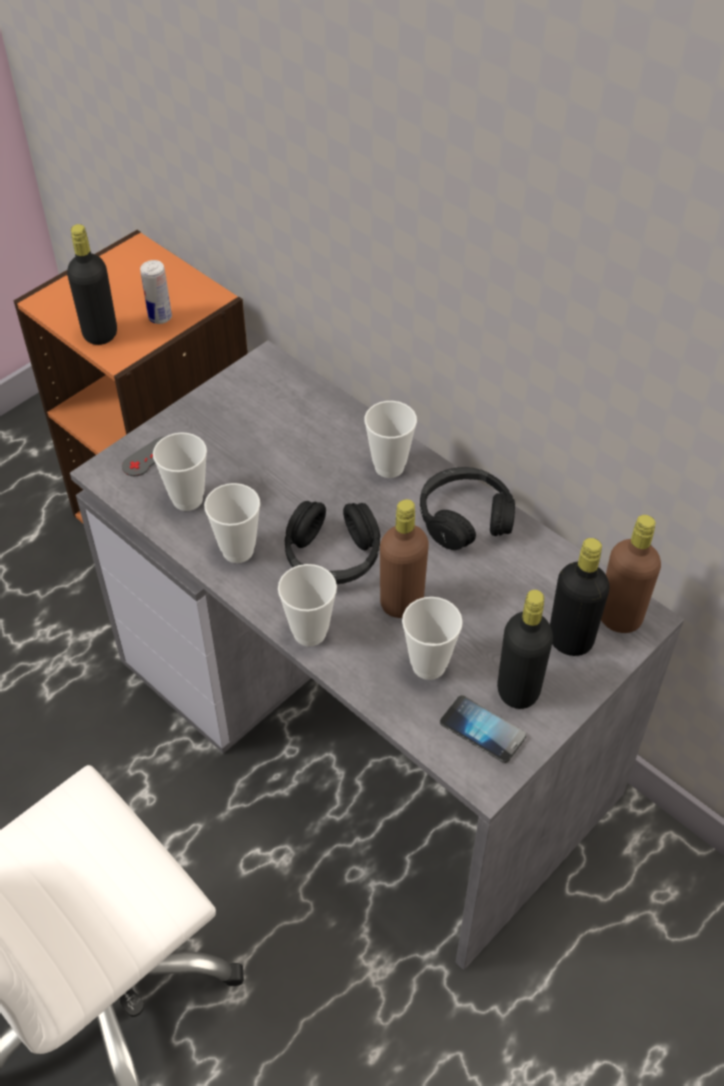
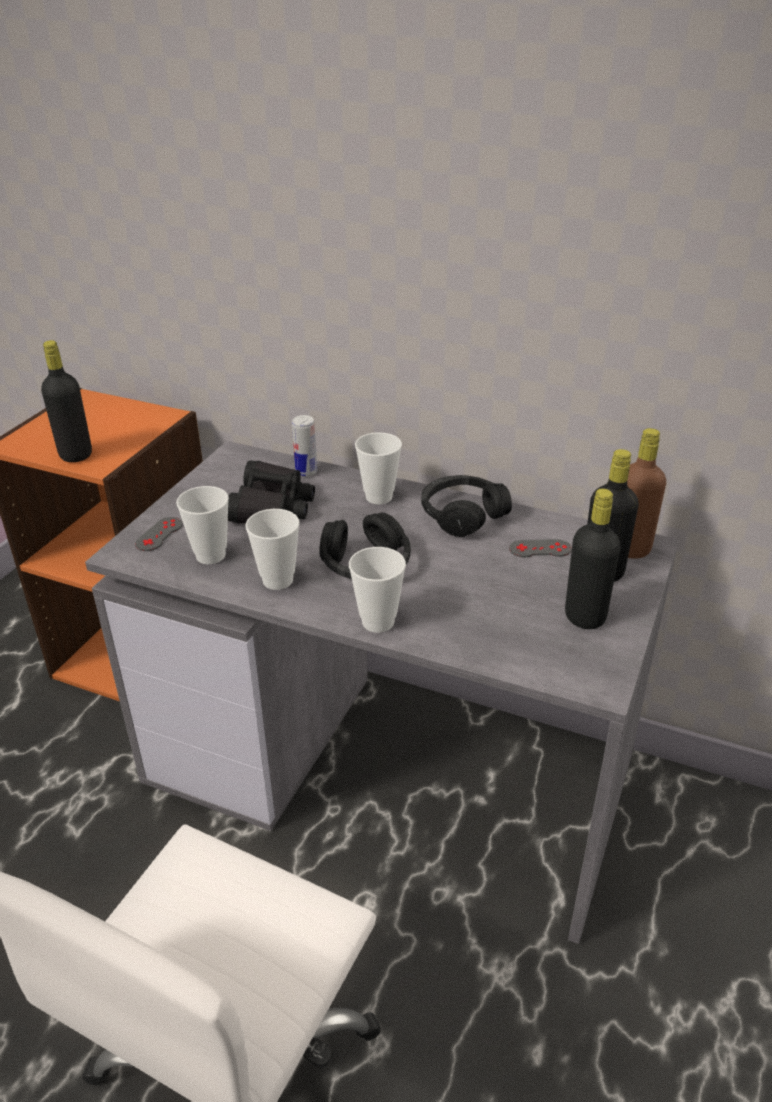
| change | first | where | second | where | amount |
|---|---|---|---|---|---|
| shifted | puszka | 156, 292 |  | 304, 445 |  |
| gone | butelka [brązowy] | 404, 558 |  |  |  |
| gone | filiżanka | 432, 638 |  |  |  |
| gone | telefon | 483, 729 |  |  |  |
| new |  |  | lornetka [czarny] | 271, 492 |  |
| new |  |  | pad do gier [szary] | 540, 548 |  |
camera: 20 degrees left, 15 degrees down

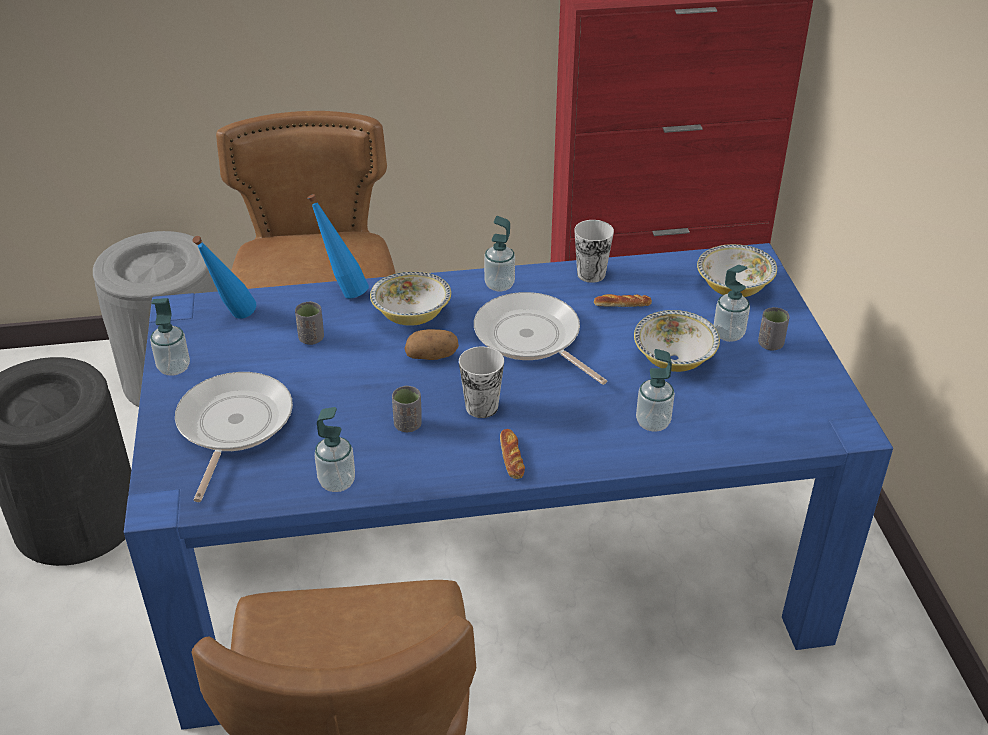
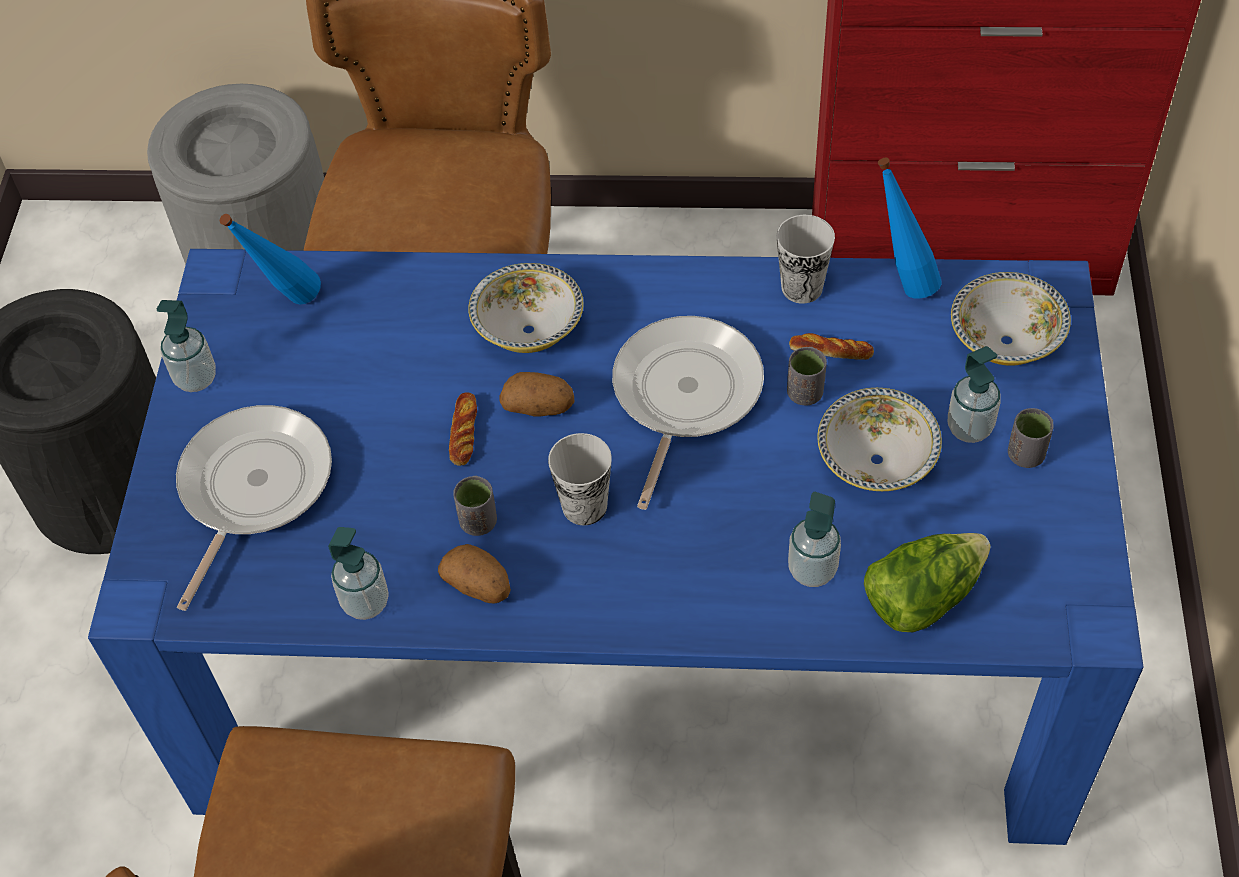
| change | first | where | second | where | amount |
|---|---|---|---|---|---|
| shifted | butelka [niebieski] | 338, 246 |  | 909, 228 |  |
| gone | dozownik mydła | 499, 253 |  |  |  |
| rotated | patelnia | 540, 338 |  | 688, 413 | 45 degrees clockwise |
| shifted | filiżanka [szary] | 309, 323 |  | 807, 376 |  |
| shifted | chleb | 512, 454 |  | 463, 429 |  |
| new |  |  | sałata | 927, 582 |  |
| new |  |  | ziemniak | 474, 574 |  |
camera: 15 degrees right, 15 degrees up

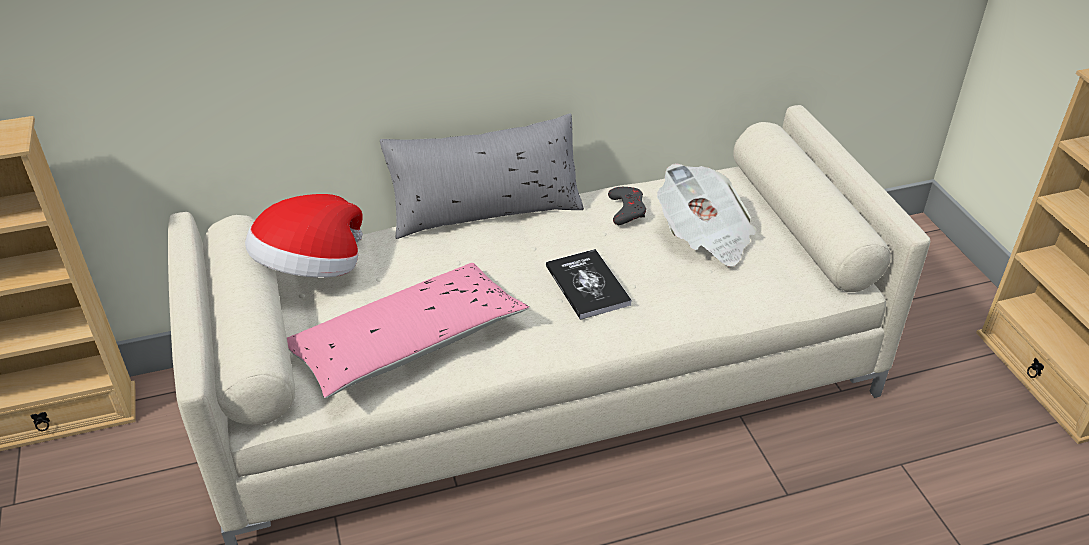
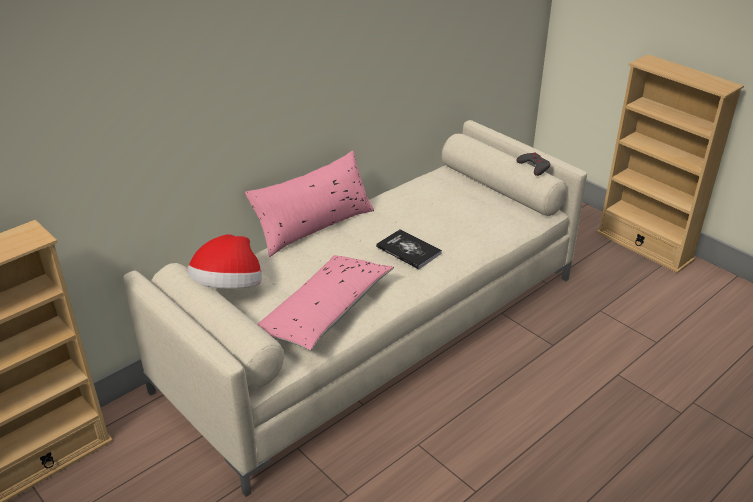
| change | first | where | second | where | amount |
|---|---|---|---|---|---|
| repainted | poduszka [szary] | 482, 176 | poduszka [różowy] | 309, 204 |  |
| gone | gazeta | 707, 214 |  |  |  |
| shifted | pad do gier [szary] | 627, 206 |  | 533, 164 |  |
camera: 25 degrees left, 5 degrees down

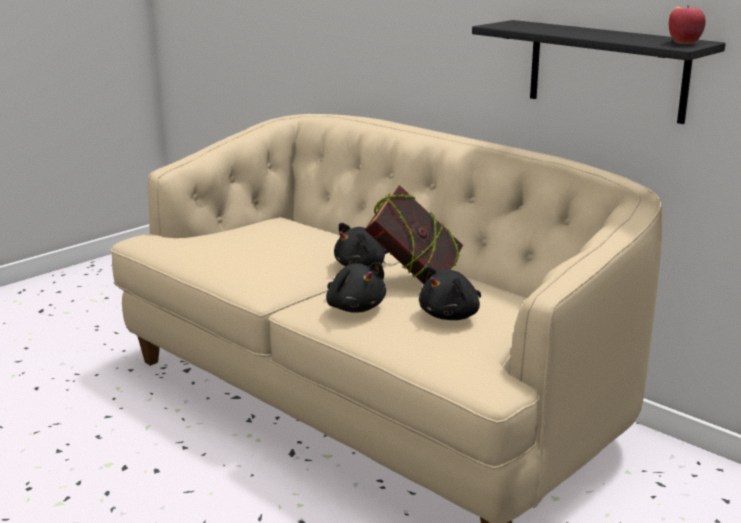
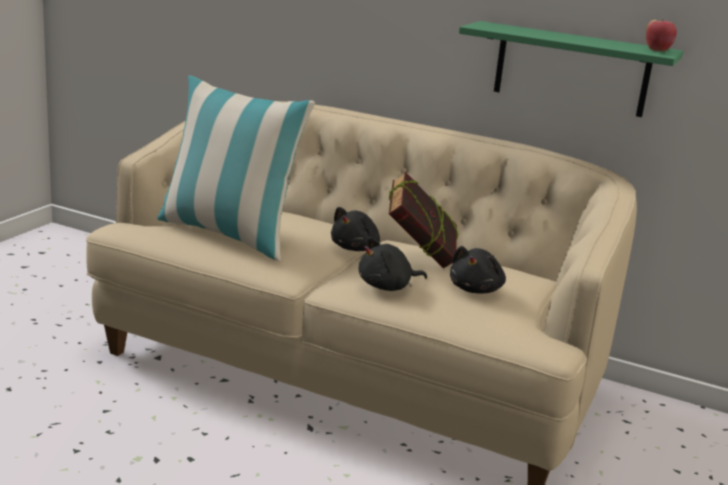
| change | first | where | second | where | amount |
|---|---|---|---|---|---|
| repainted | półka [czarny] | 599, 72 | półka [zielony] | 571, 69 |  |
| rotated | pluszak [czarny] | 356, 287 |  | 393, 264 | 120 degrees clockwise |
| new |  |  | poduszka | 236, 167 |  |
camera: 20 degrees left, 0 degrees up

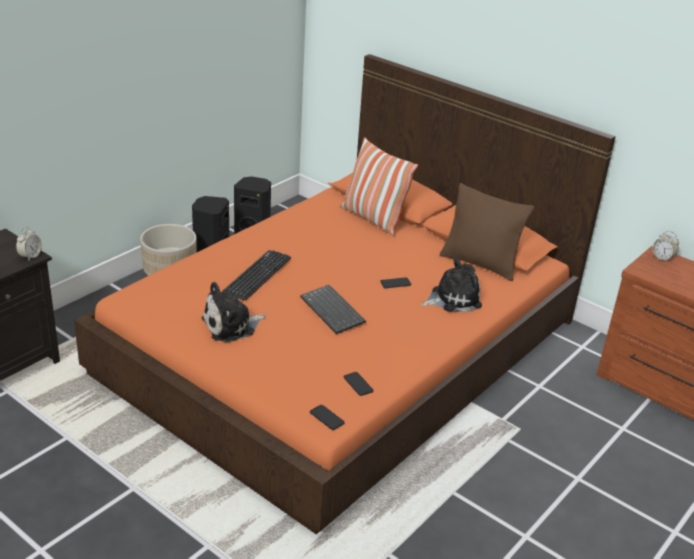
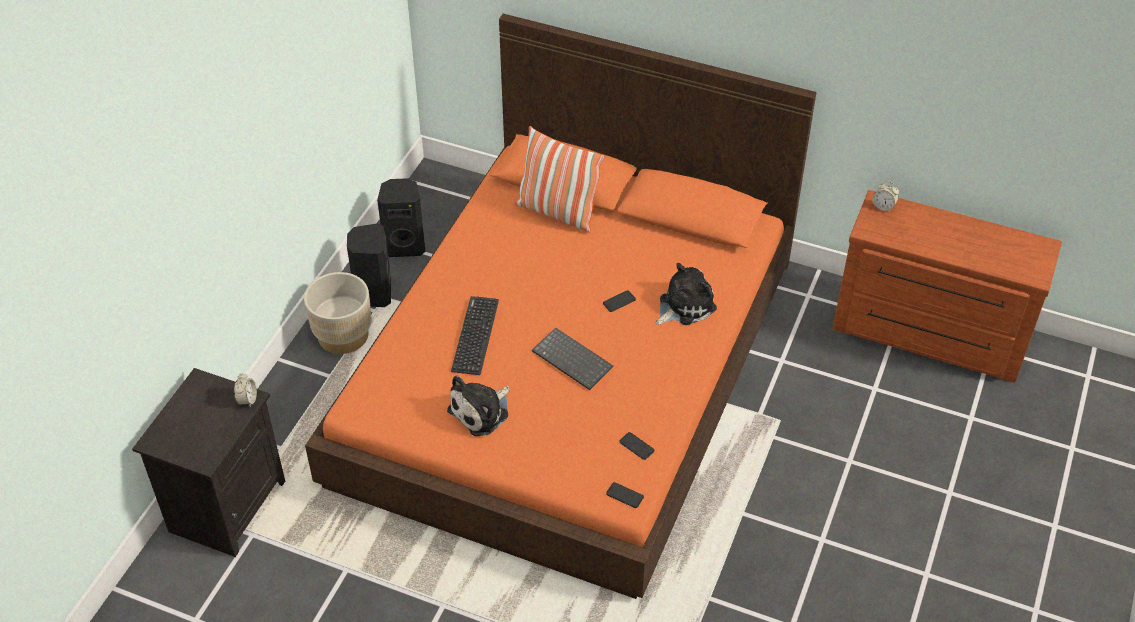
| change | first | where | second | where | amount |
|---|---|---|---|---|---|
| gone | poduszka [brązowy] | 487, 232 |  |  |  |
camera: 15 degrees left, 15 degrees up

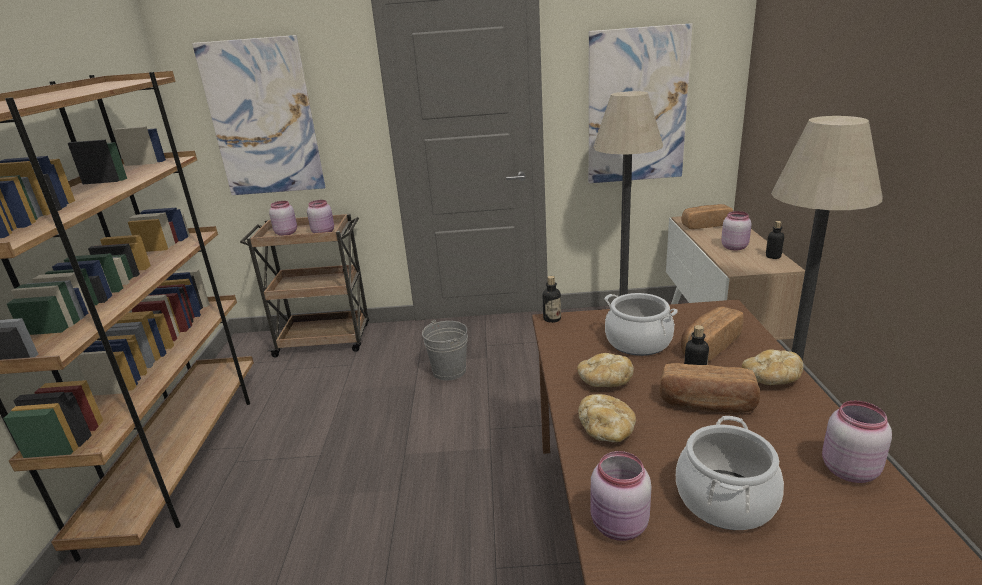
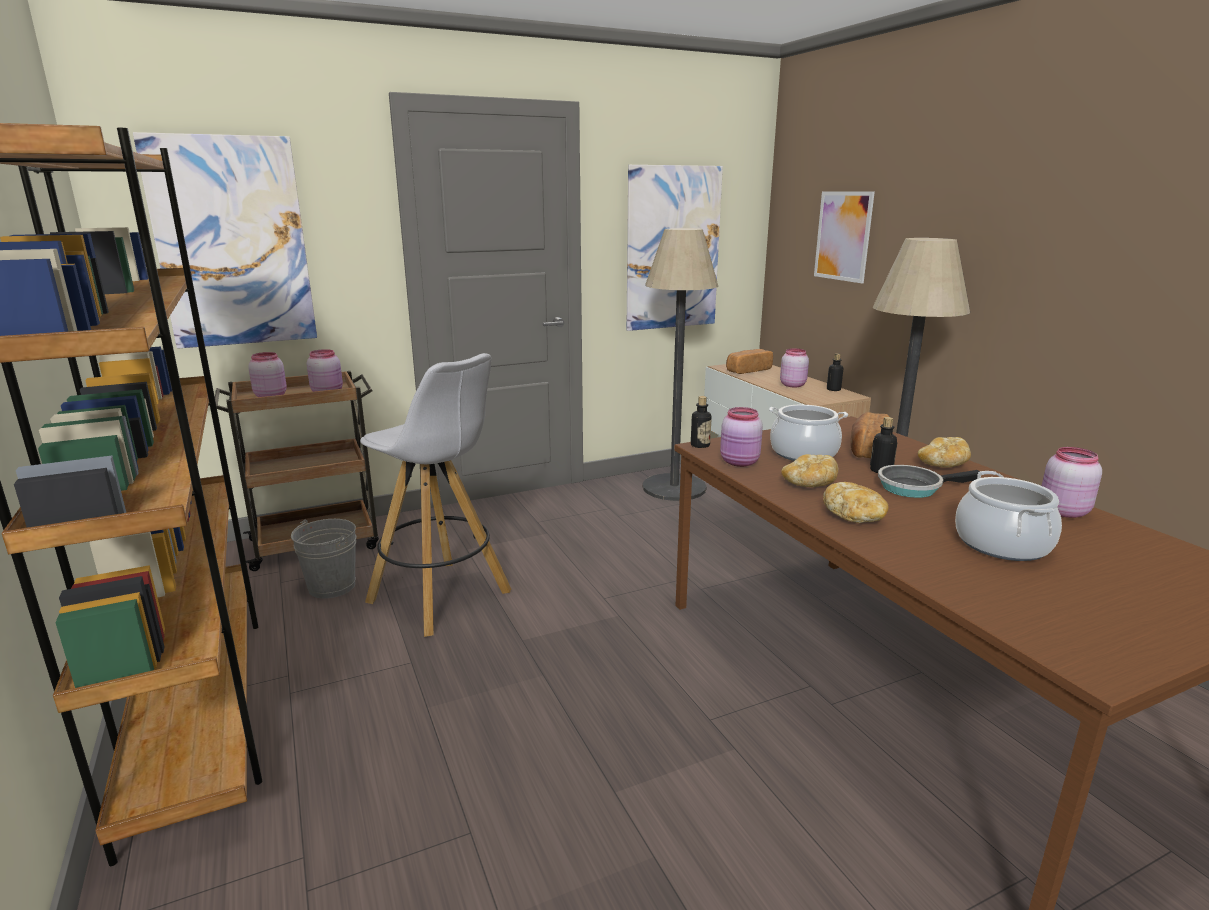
| change | first | where | second | where | amount |
|---|---|---|---|---|---|
| shifted | wiadro [szary] | 445, 350 |  | 323, 559 |  |
| swapped | chleb | 710, 388 | patelnia | 929, 481 |  |
| shifted | słoik [różowy] | 621, 496 |  | 741, 437 |  |
| new |  |  | obraz | 844, 237 |  |
| new |  |  | stołek [biały] | 435, 495 |  |
camera: 25 degrees left, 5 degrees down

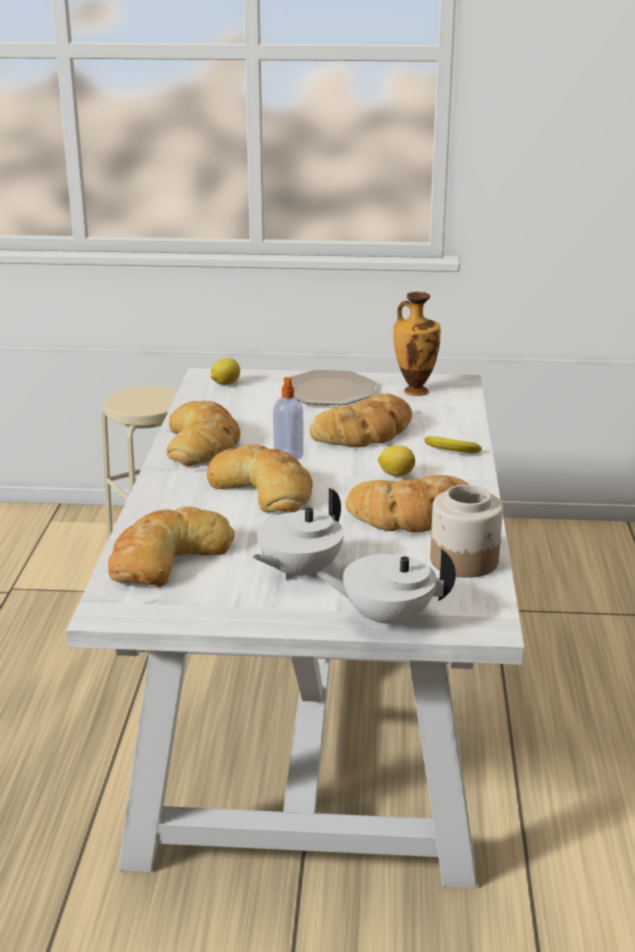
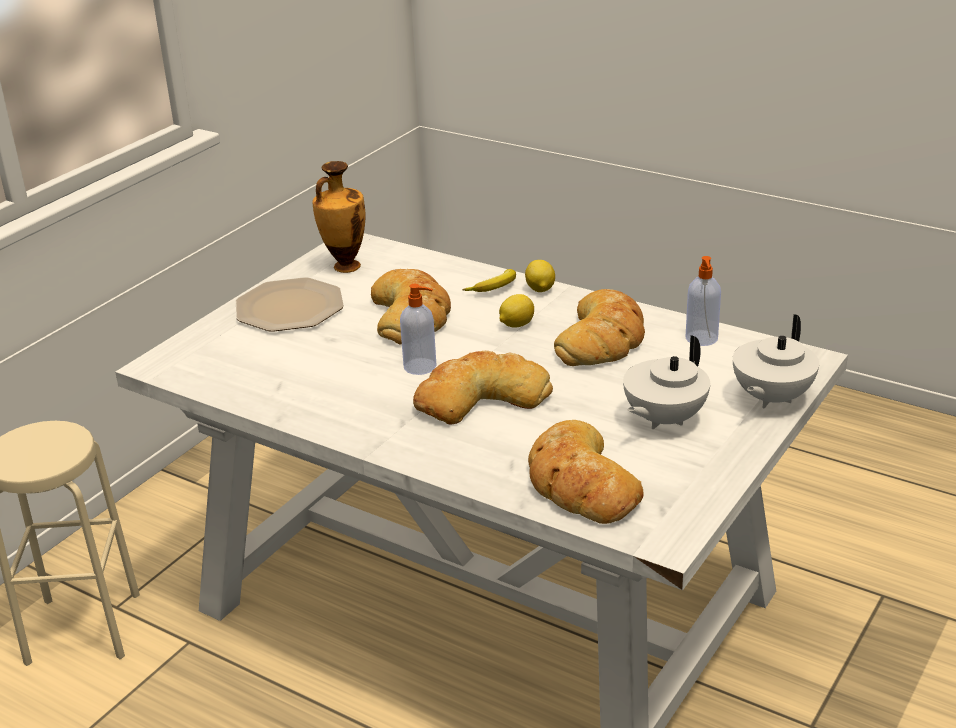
| change | first | where | second | where | amount |
|---|---|---|---|---|---|
| shifted | cytryna | 225, 371 |  | 540, 276 |  |
| gone | chleb | 203, 433 |  |  |  |
| swapped | słoik | 466, 531 | dozownik mydła | 703, 301 |  |
| rotated | imbryk [biały] | 298, 534 |  | 666, 382 | 60 degrees clockwise |
camera: 60 degrees left, 5 degrees up

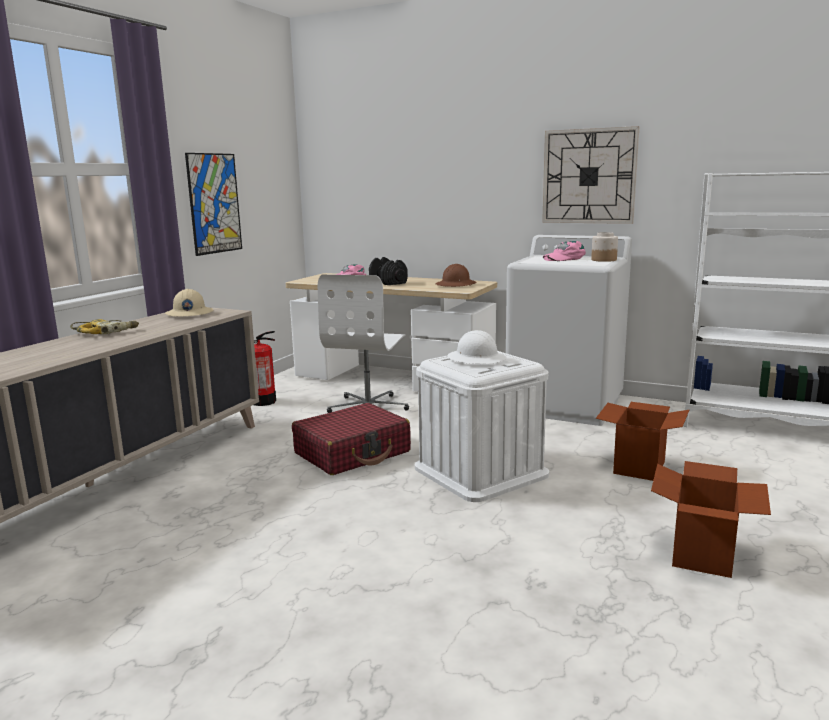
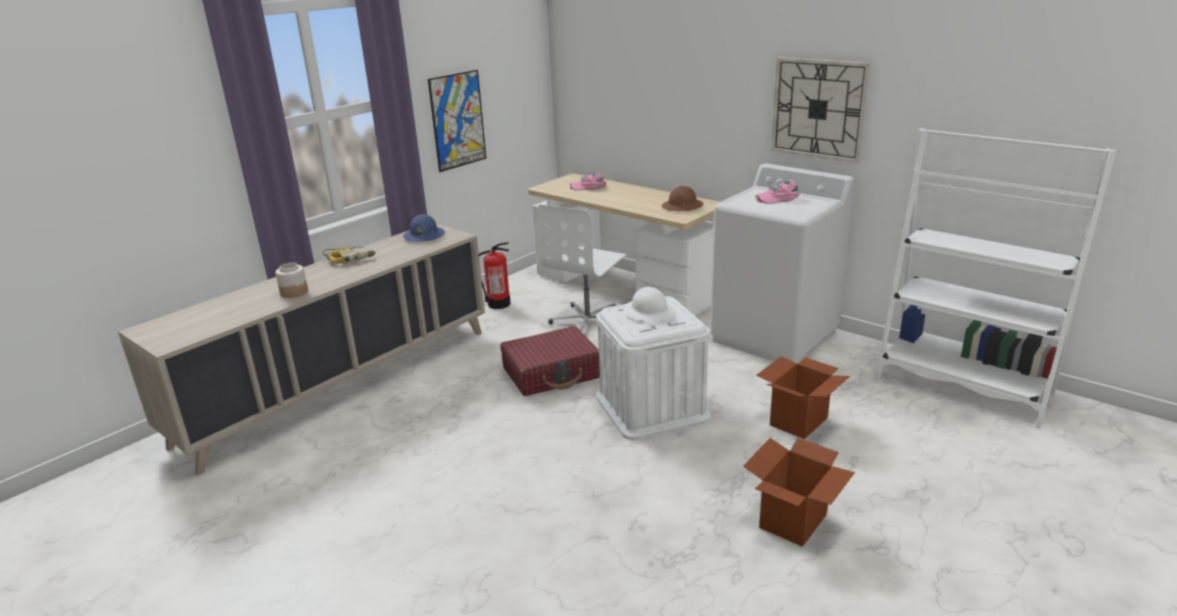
| change | first | where | second | where | amount |
|---|---|---|---|---|---|
| shifted | słoik | 604, 247 |  | 291, 280 |  |
| gone | hantel [czarny] | 388, 271 |  |  |  |
| repainted | kask [beżowy] | 189, 303 | kask [niebieski] | 424, 228 |  |
camera: 15 degrees right, 10 degrees up

